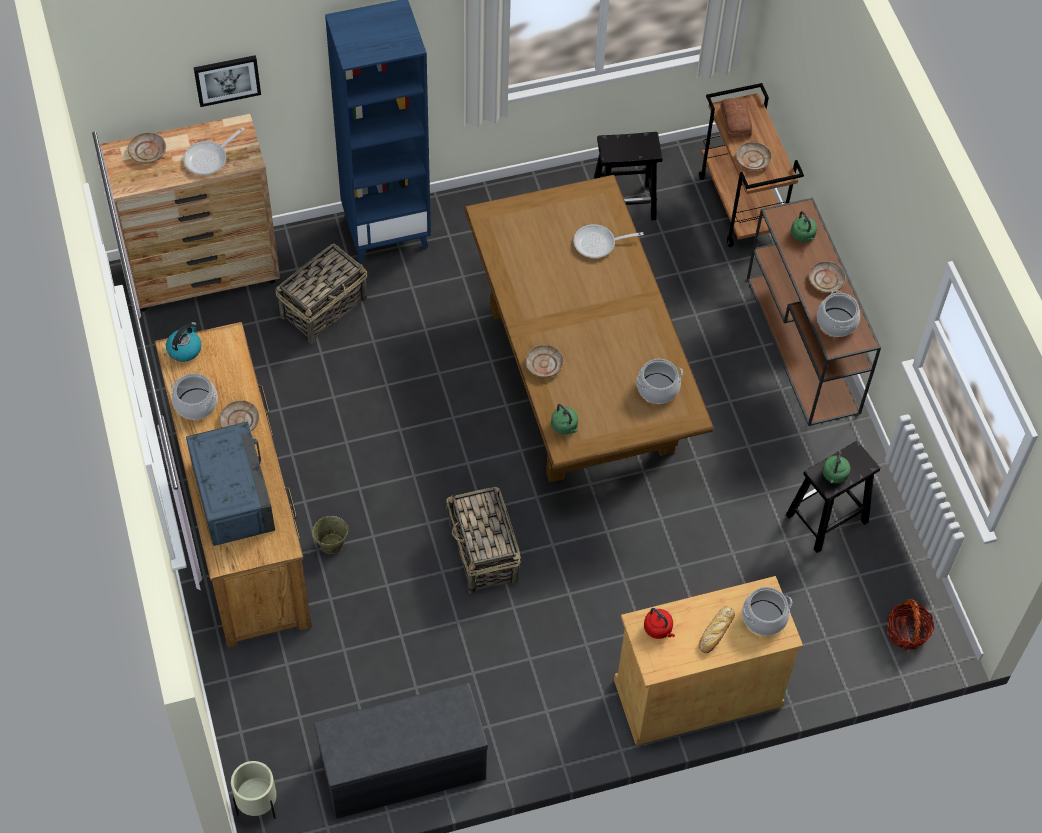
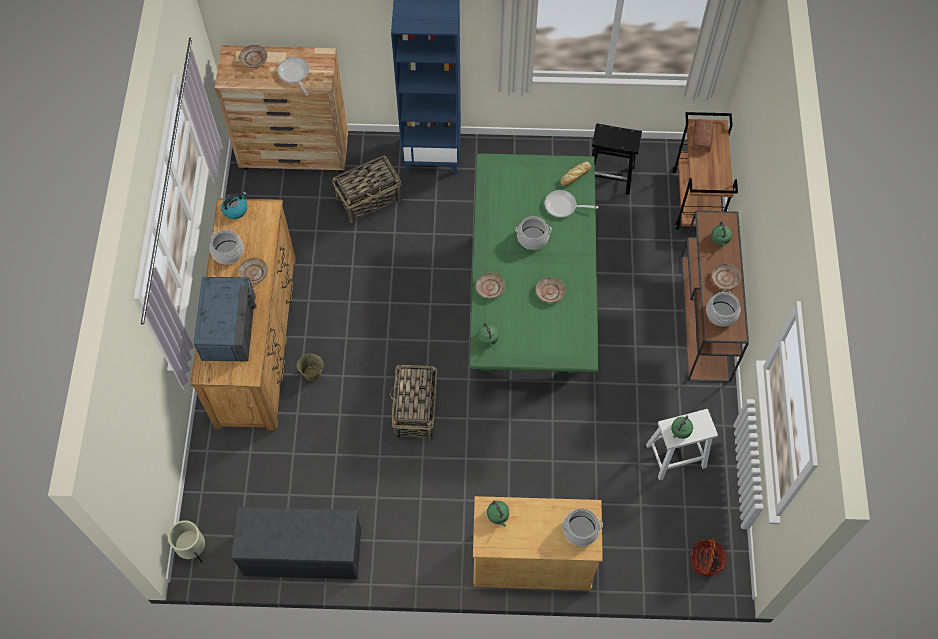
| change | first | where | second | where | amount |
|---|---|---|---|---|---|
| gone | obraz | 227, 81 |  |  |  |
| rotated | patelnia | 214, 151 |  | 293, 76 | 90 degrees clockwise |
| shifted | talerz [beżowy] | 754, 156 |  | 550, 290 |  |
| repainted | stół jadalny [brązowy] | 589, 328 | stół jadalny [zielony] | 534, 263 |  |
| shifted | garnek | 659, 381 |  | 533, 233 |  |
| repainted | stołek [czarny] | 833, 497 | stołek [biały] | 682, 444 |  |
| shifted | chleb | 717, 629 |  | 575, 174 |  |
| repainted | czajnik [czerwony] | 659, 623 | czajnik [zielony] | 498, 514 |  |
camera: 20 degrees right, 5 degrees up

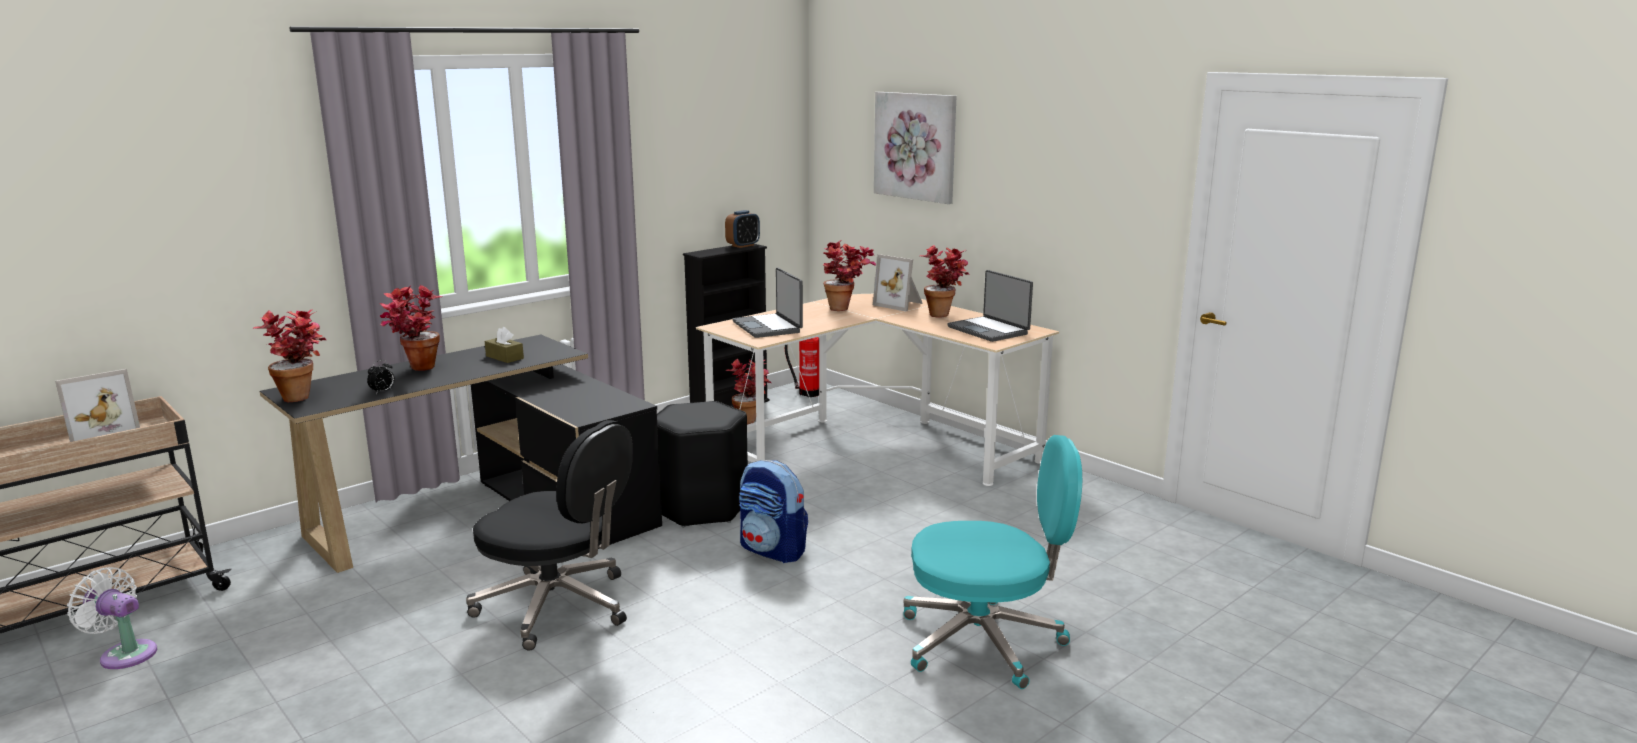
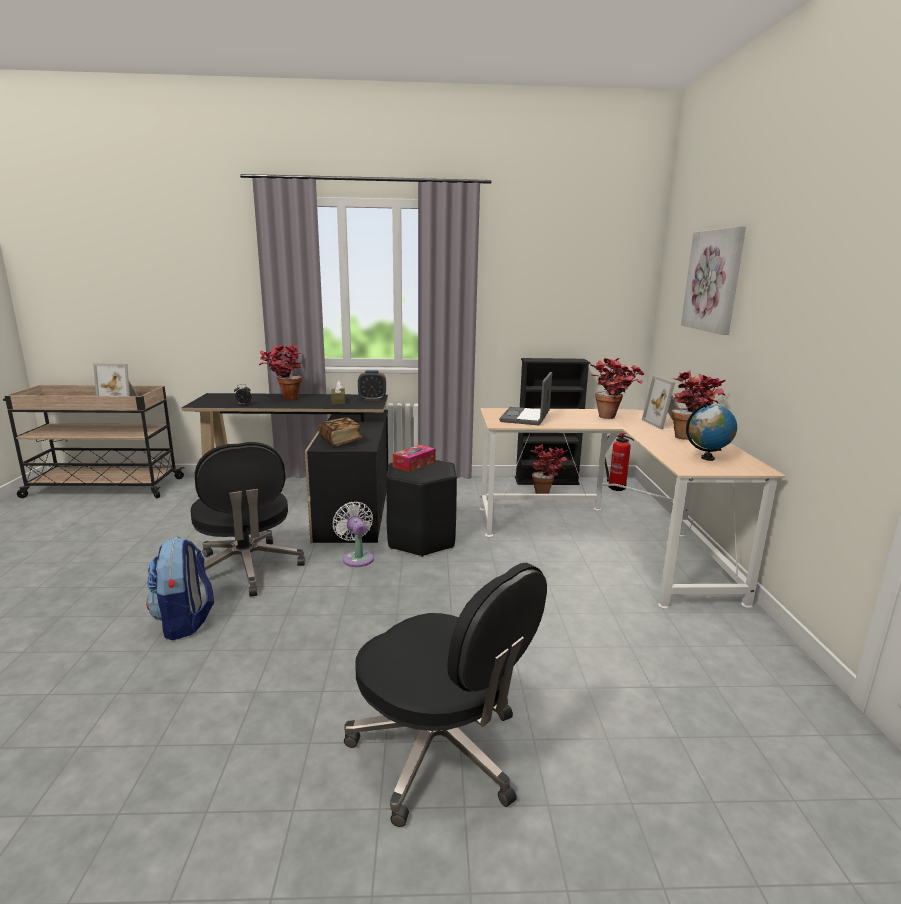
| change | first | where | second | where | amount |
|---|---|---|---|---|---|
| shifted | budzik | 742, 229 |  | 372, 385 |  |
| swapped | laptop | 990, 306 | globus | 711, 432 |  |
| gone | roślina doniczkowa | 289, 356 |  |  |  |
| repainted | krzesło biurowe [turkusowy] | 992, 562 | krzesło biurowe [czarny] | 445, 695 |  |
| shifted | plecak | 773, 511 |  | 180, 588 |  |
| shifted | wentylator [biały] | 112, 618 |  | 353, 534 |  |
| new |  |  | książka | 340, 432 |  |
| new |  |  | pudełko chusteczek | 414, 458 |  |
camera: 40 degrees right, 0 degrees up

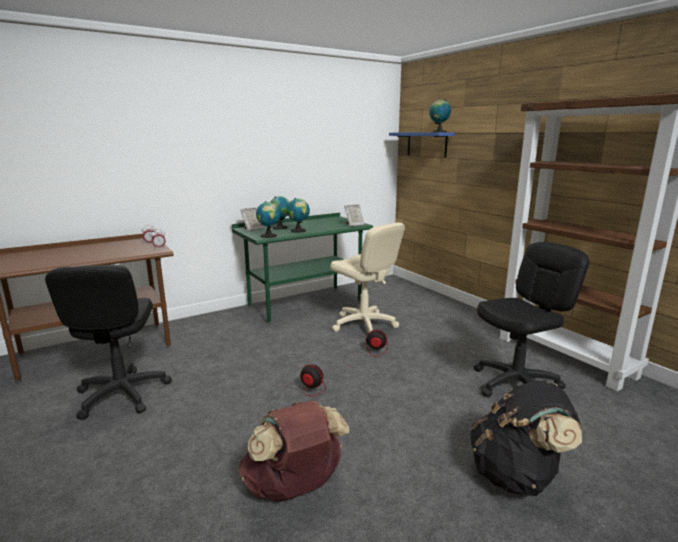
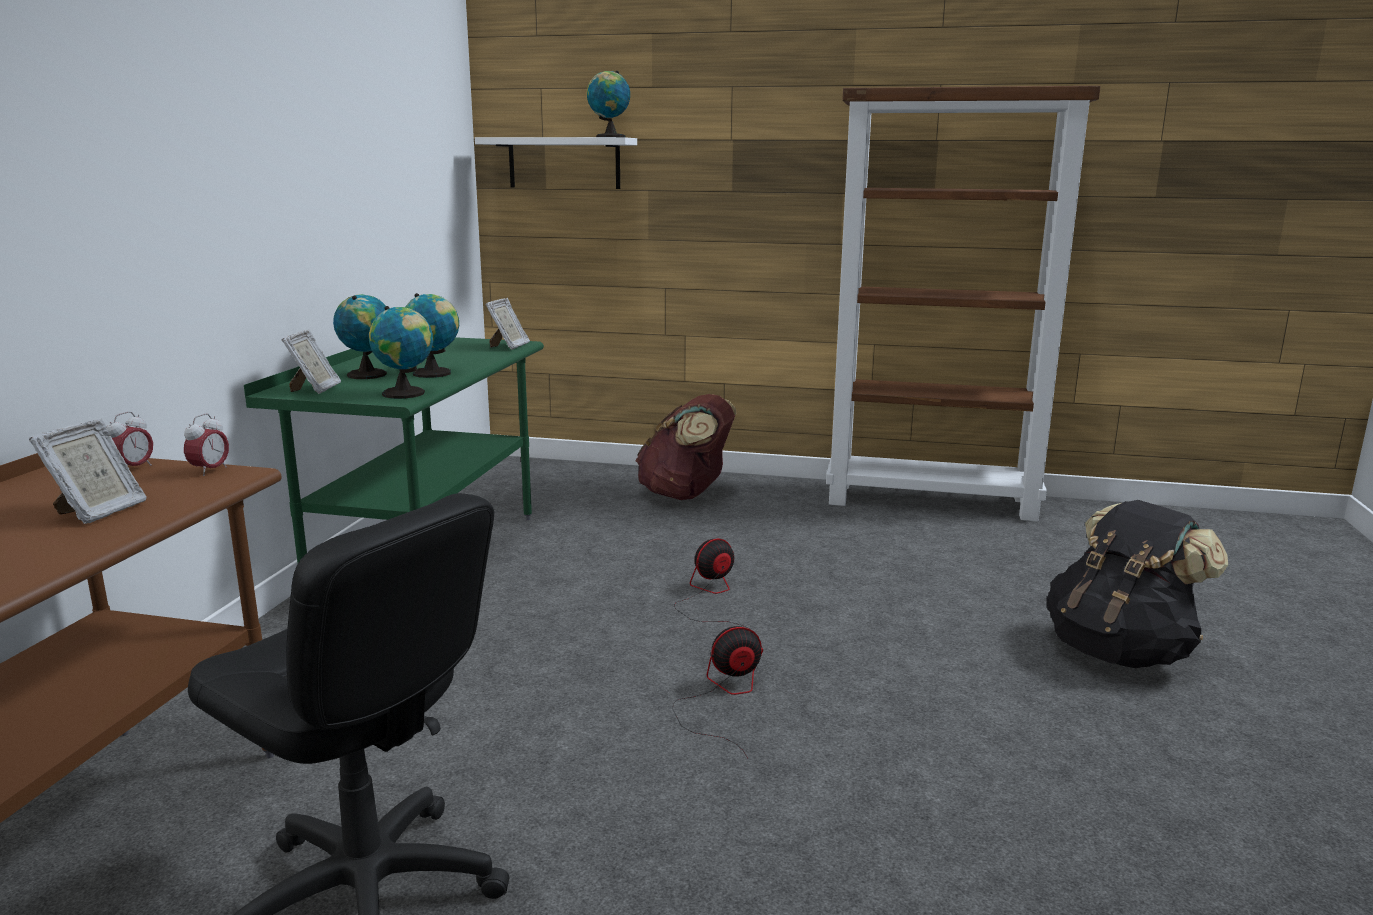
| change | first | where | second | where | amount |
|---|---|---|---|---|---|
| repainted | półka [niebieski] | 422, 144 | półka [biały] | 556, 163 |  |
| gone | krzesło biurowe [beżowy] | 367, 277 |  |  |  |
| gone | krzesło biurowe [czarny] | 531, 320 |  |  |  |
| shifted | plecak [brązowy] | 294, 451 |  | 686, 447 |  |
| new |  |  | ramka na zdjęcie | 88, 471 |  |
camera: 45 degrees left, 0 degrees up

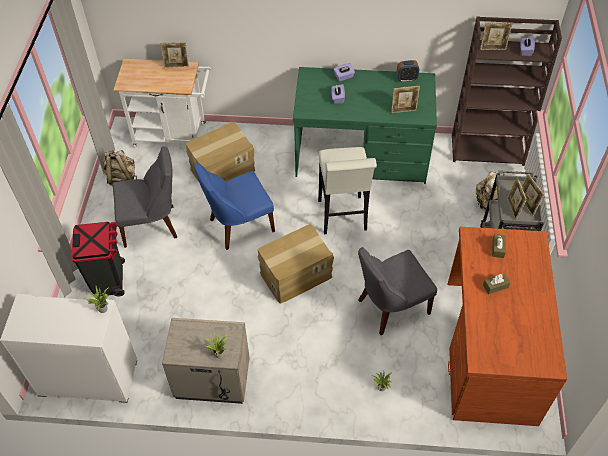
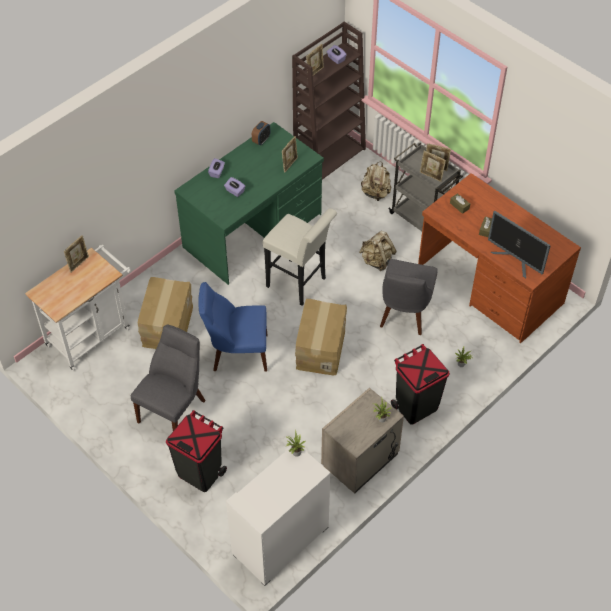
| change | first | where | second | where | amount |
|---|---|---|---|---|---|
| shifted | plecak [beżowy] | 120, 168 |  | 378, 251 |  |
| rotated | krzesło [niebieski] | 234, 206 |  | 233, 327 | 75 degrees clockwise |
| new |  |  | monitor | 519, 244 |  |
| new |  |  | kosz na śmieci [czarny] | 420, 384 |  |
camera: 50 degrees left, 0 degrees up

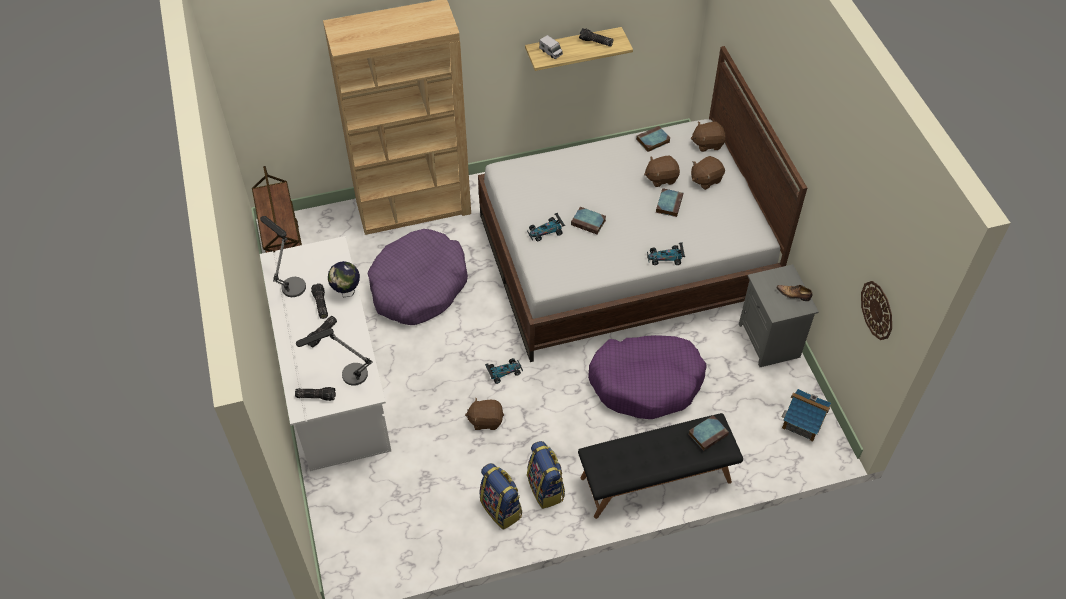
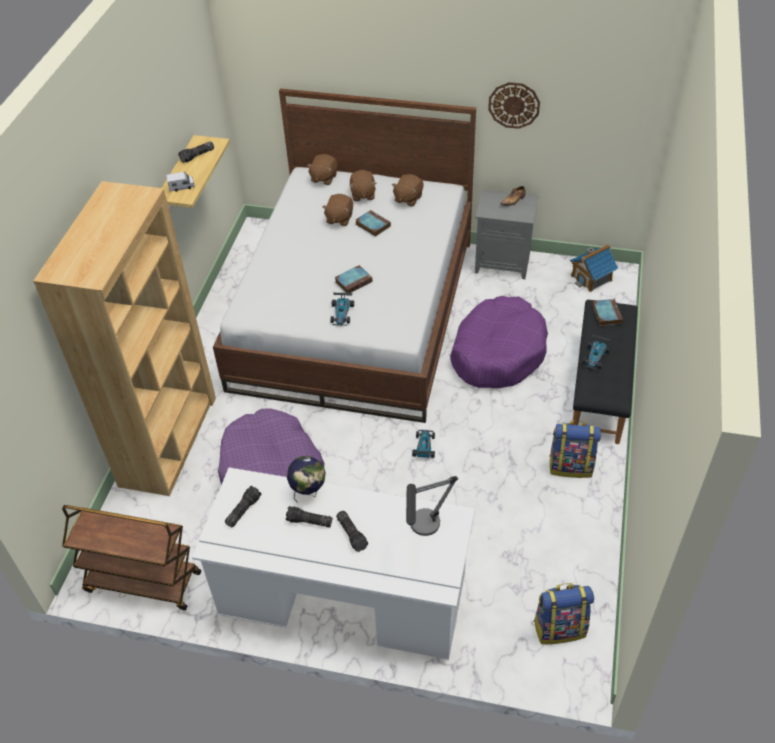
| change | first | where | second | where | amount |
|---|---|---|---|---|---|
| gone | książka | 653, 139 |  |  |  |
| gone | lampa stołowa | 283, 256 |  |  |  |
| shifted | samochodzik | 666, 253 |  | 596, 352 |  |
| shifted | zegar ścienny | 876, 310 |  | 514, 105 |  |
| shifted | latarka | 315, 394 |  | 243, 507 |  |
| shifted | pluszak [brązowy] | 484, 413 |  | 408, 190 |  |
| shifted | plecak | 500, 496 |  | 563, 613 |  |
camera: 60 degrees left, 5 degrees down

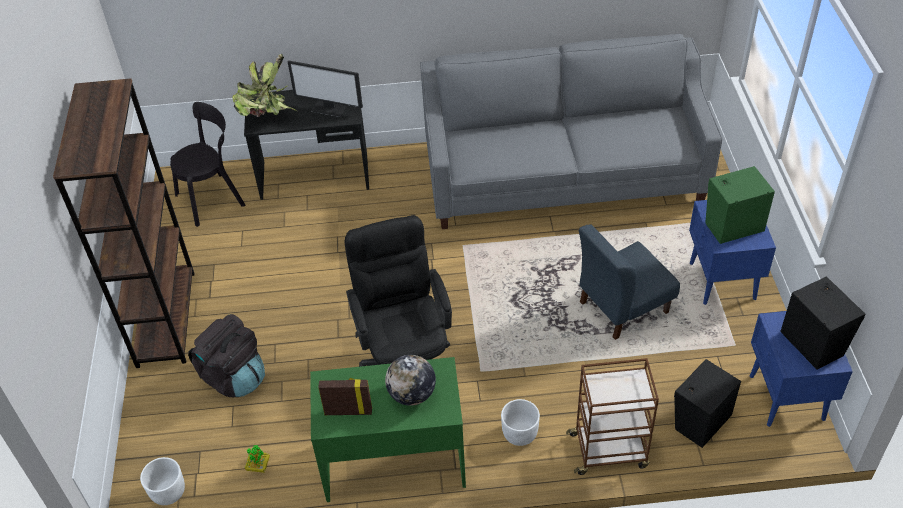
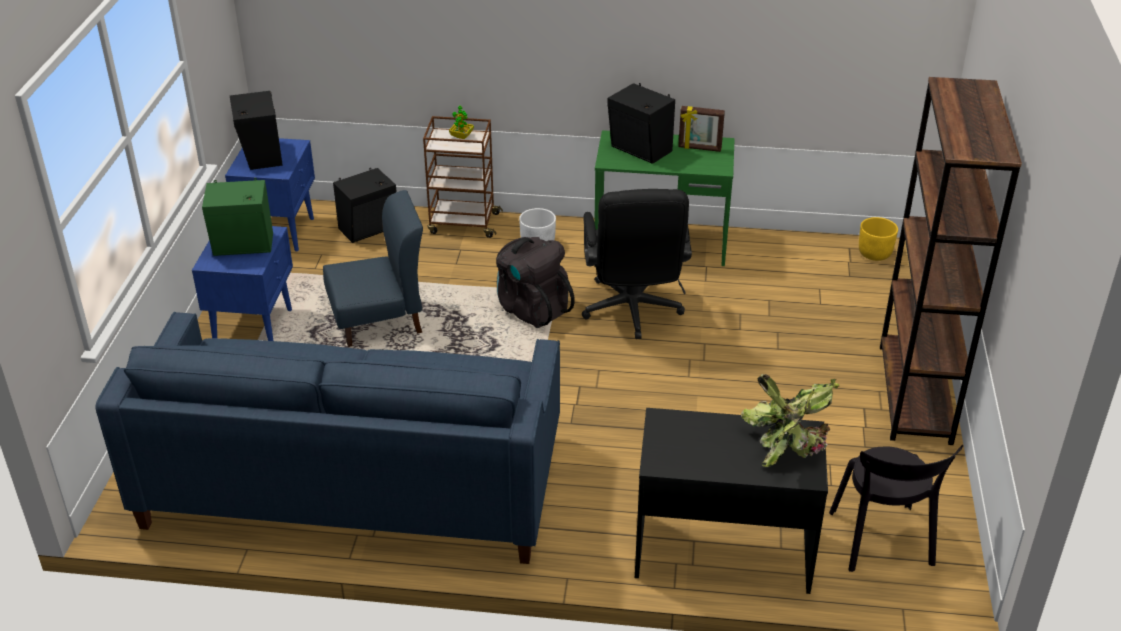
| change | first | where | second | where | amount |
|---|---|---|---|---|---|
| repainted | kanapa [szary] | 571, 131 | kanapa [niebieski] | 327, 438 |  |
| gone | monitor | 325, 88 |  |  |  |
| rotated | krzesło [czarny] | 208, 164 |  | 896, 508 | 75 degrees counterclockwise |
| shifted | plecak [czarny] | 226, 355 |  | 535, 282 |  |
| swapped | globus | 410, 380 | głośnik [czarny] | 641, 123 |  |
| shifted | roślina doniczkowa | 257, 459 |  | 461, 122 |  |
| repainted | donica [biały] | 162, 481 | donica [żółty] | 878, 239 |  |
camera: 170 degrees left, 10 degrees down

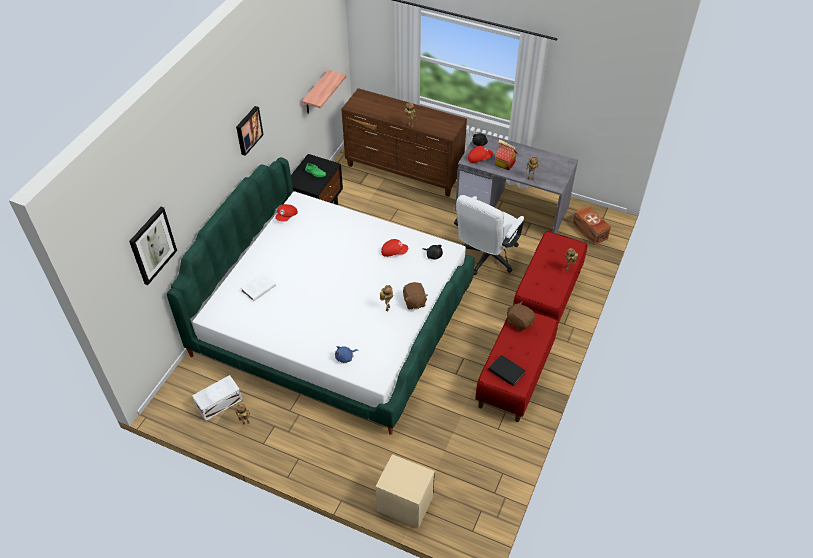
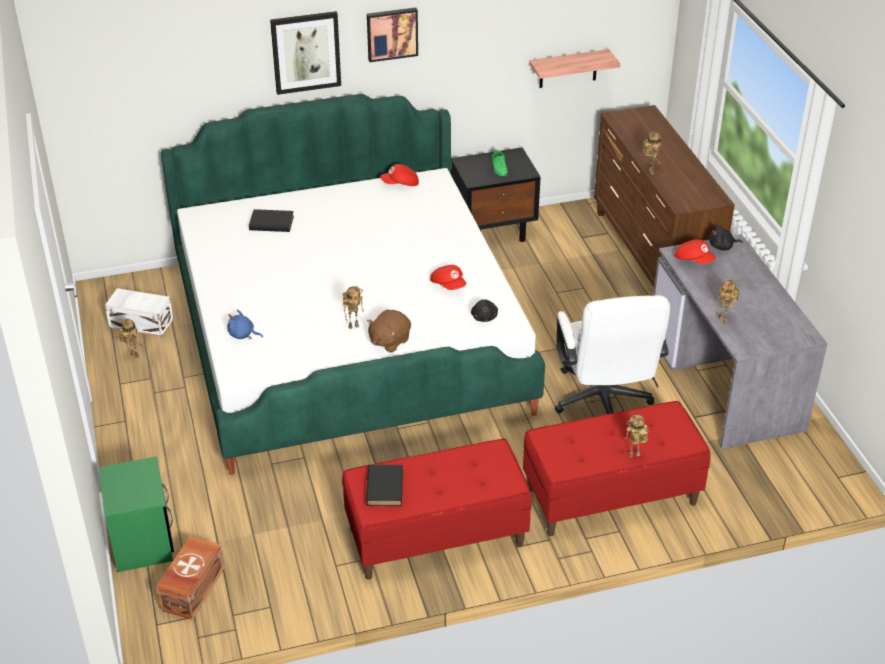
| change | first | where | second | where | amount |
|---|---|---|---|---|---|
| gone | domek | 506, 154 |  |  |  |
| rotated | krzesło biurowe [biały] | 489, 235 |  | 612, 354 | 90 degrees counterclockwise |
| shifted | pojemnik do przechowywania [brązowy] | 591, 225 |  | 190, 578 |  |
| shifted | obraz | 153, 246 |  | 305, 53 |  |
| repainted | książka [biały] | 258, 287 | książka [czarny] | 271, 220 |  |
| gone | pluszak [brązowy] | 521, 316 |  |  |  |
| repainted | szafka nocna [beżowy] | 405, 491 | szafka nocna [zielony] | 136, 514 |  |
camera: 50 degrees right, 10 degrees down

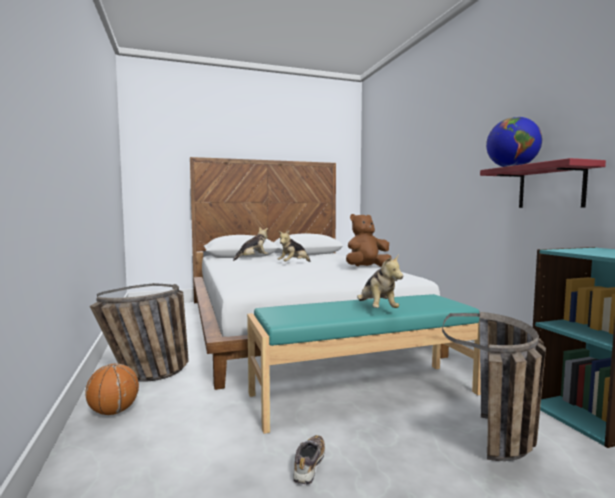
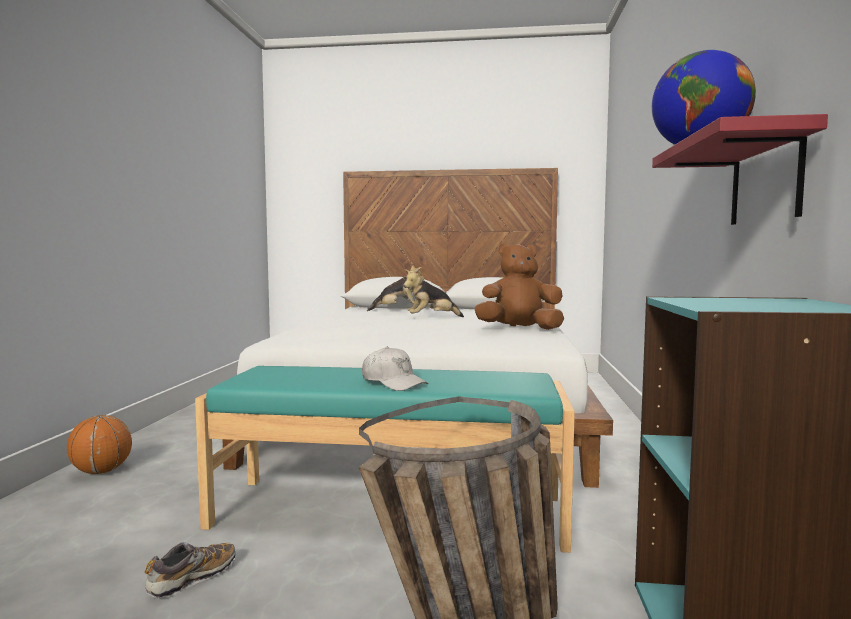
| change | first | where | second | where | amount |
|---|---|---|---|---|---|
| swapped | pluszak | 380, 281 | czapka z daszkiem [biały] | 395, 369 |  |
| gone | koszyk | 139, 332 |  |  |  |
camera: 25 degrees right, 0 degrees up

